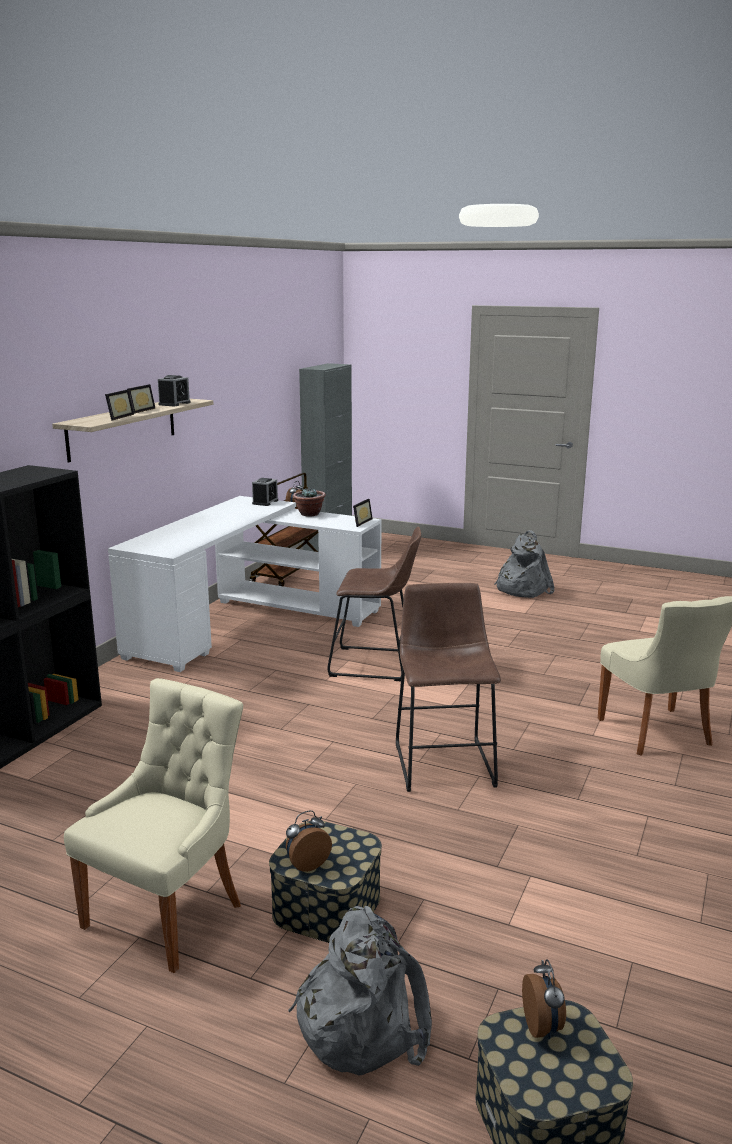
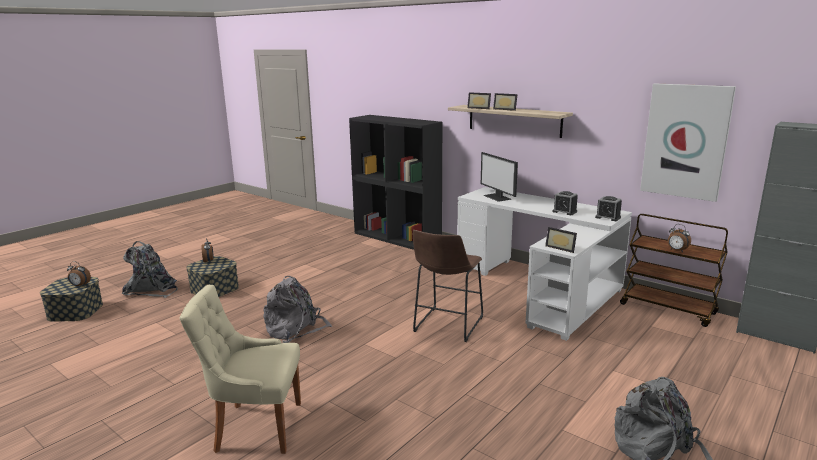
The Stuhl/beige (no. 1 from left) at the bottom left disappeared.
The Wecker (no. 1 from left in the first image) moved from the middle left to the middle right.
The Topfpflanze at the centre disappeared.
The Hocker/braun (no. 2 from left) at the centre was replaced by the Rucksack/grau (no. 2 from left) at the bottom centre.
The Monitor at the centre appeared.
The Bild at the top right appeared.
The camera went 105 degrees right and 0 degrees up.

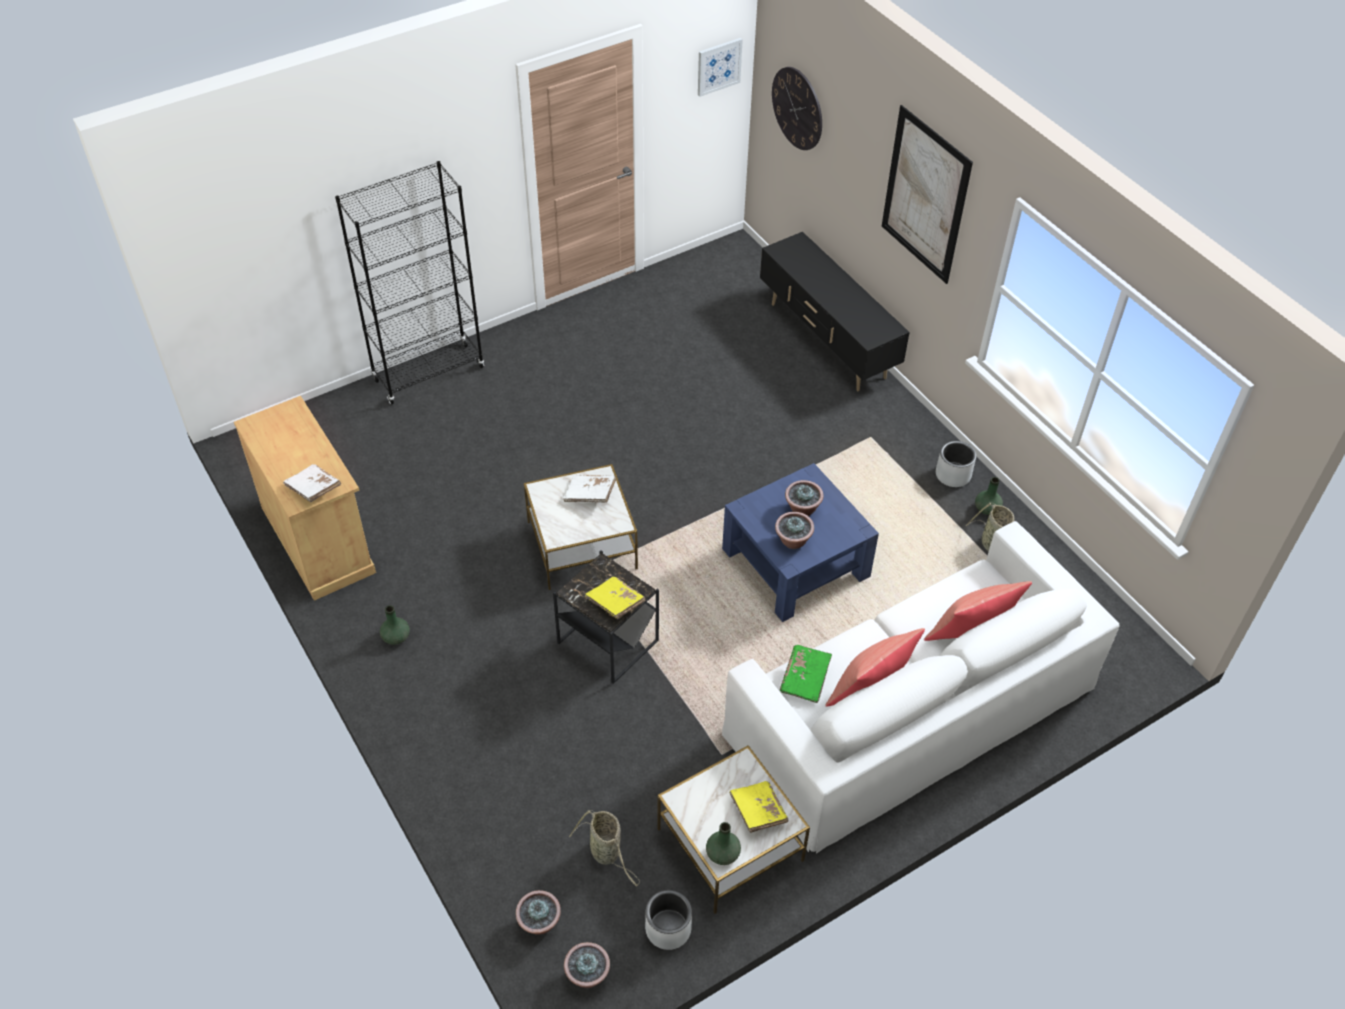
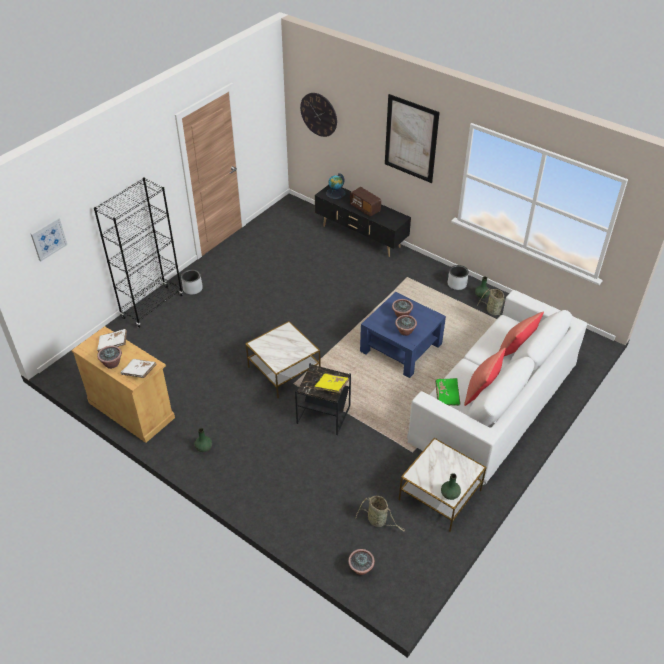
The Buch/weiß (no. 2 from left in the first image) moved from the centre to the middle left.
The Topfpflanze (no. 2 from left in the first image) moved from the bottom centre to the middle left.
The Pflanzkübel/grau (no. 1 from left) moved from the bottom centre to the middle left.
The Bild (no. 1 from left) moved from the top centre to the middle left.
The Buch/gelb (no. 2 from left) at the bottom centre disappeared.
The Globus at the top centre appeared.
The Radio at the top centre appeared.
The camera went 20 degrees left and 5 degrees down.

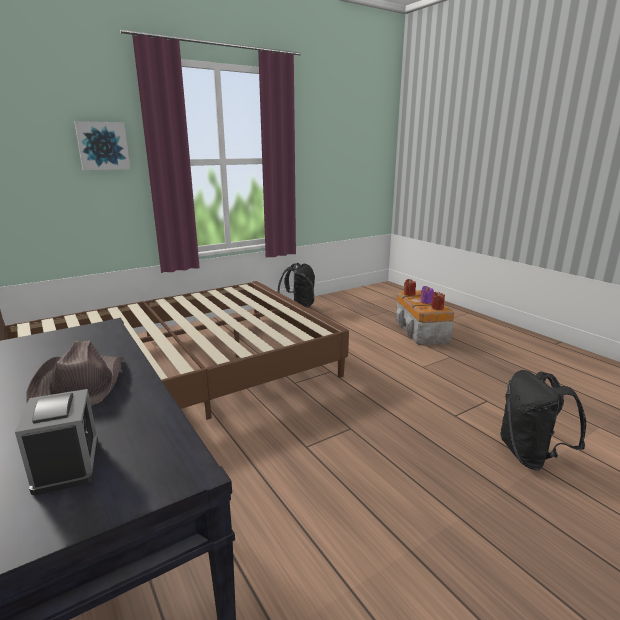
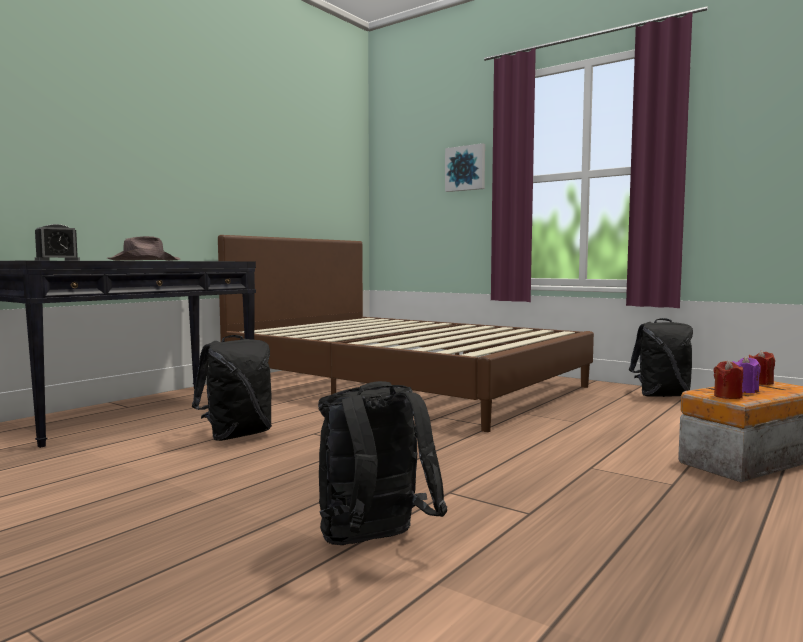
The Rucksack/schwarz (no. 1 from left) at the middle left appeared.
The camera went 70 degrees right and 15 degrees down.

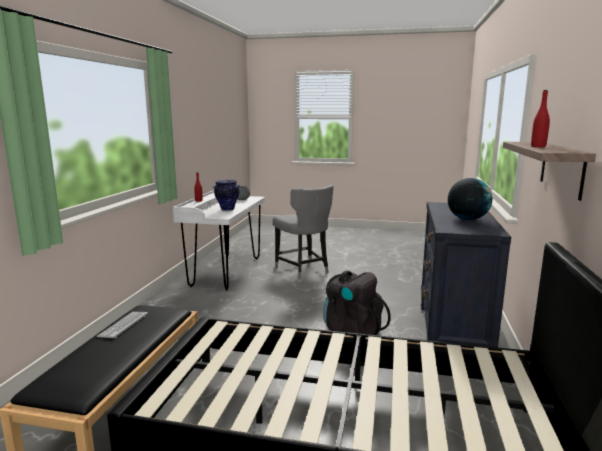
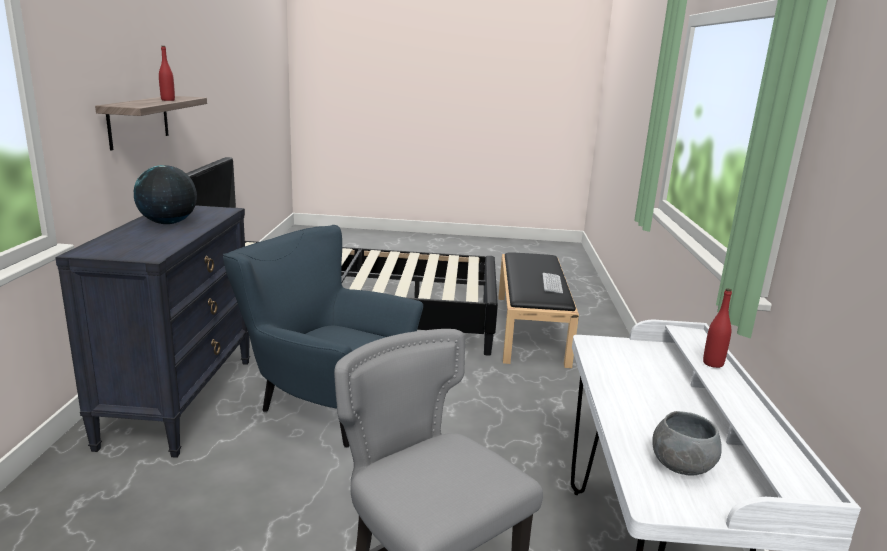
The Vase at the centre disappeared.
The Rucksack/schwarz at the bottom centre was replaced by the Sessel/blau at the centre.
The camera went 170 degrees right and 5 degrees up.

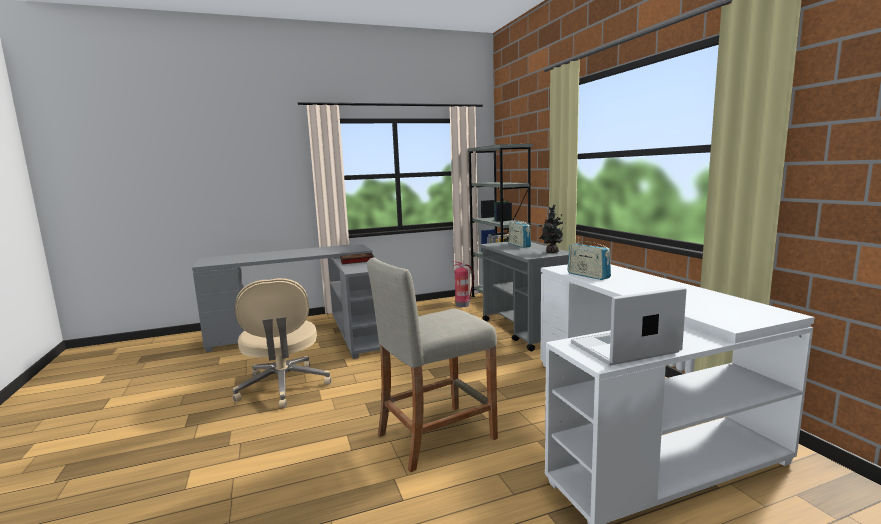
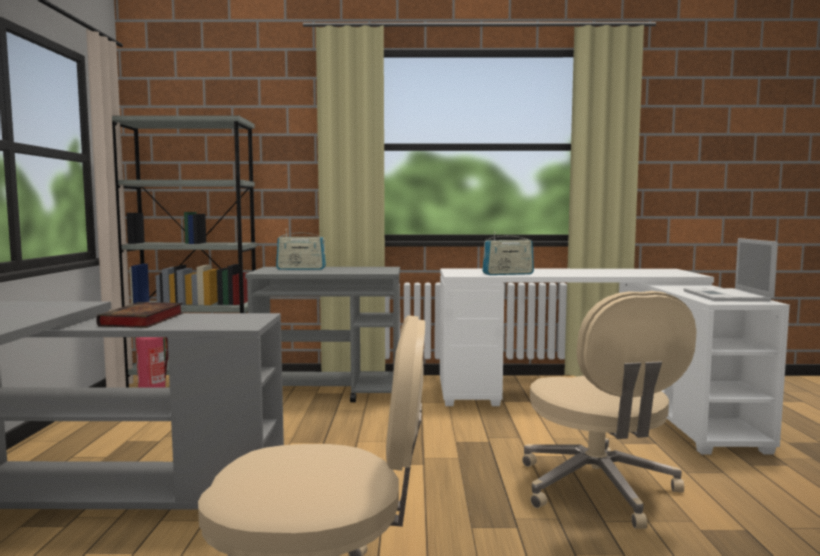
The Hocker/beige at the bottom centre was replaced by the Bürostuhl/beige (no. 2 from left) at the bottom right.
The Topfpflanze at the centre disappeared.
The camera went 70 degrees left and 5 degrees down.

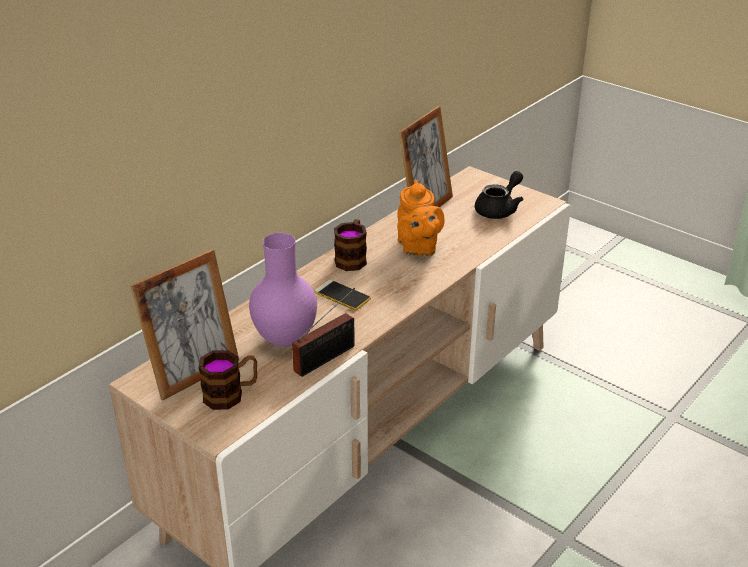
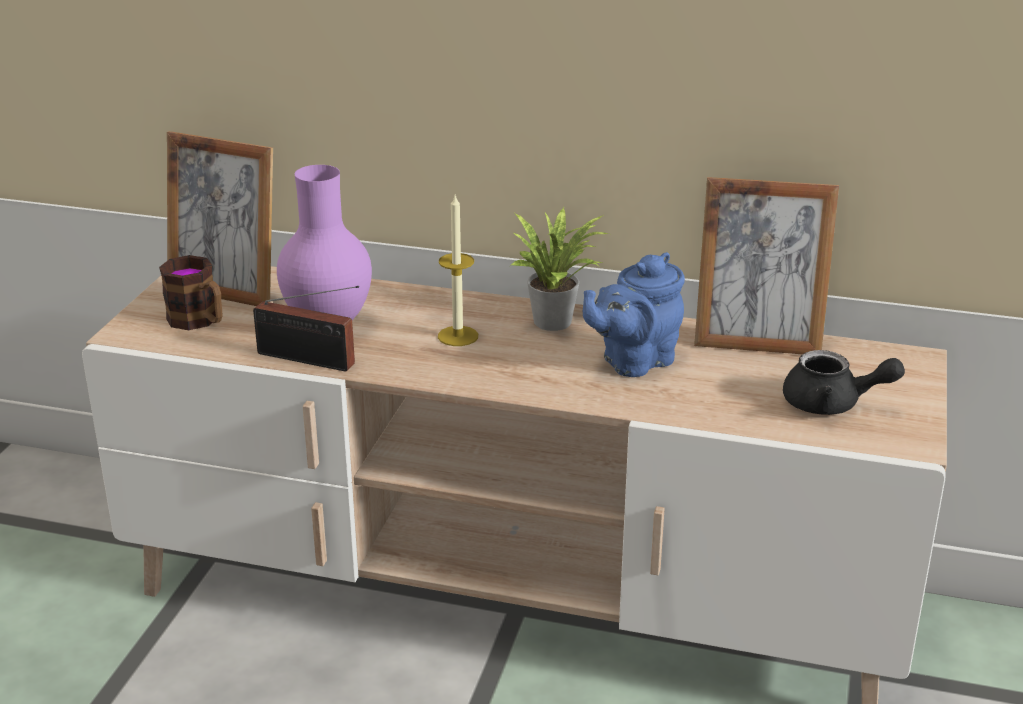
The Handy at the centre was replaced by the Kerze at the centre.
The Henkelbecher (no. 2 from left) at the centre was replaced by the Topfpflanze at the centre.
The Teekanne/orange at the centre became the Teekanne/blau at the centre.
The camera went 65 degrees right and 5 degrees down.

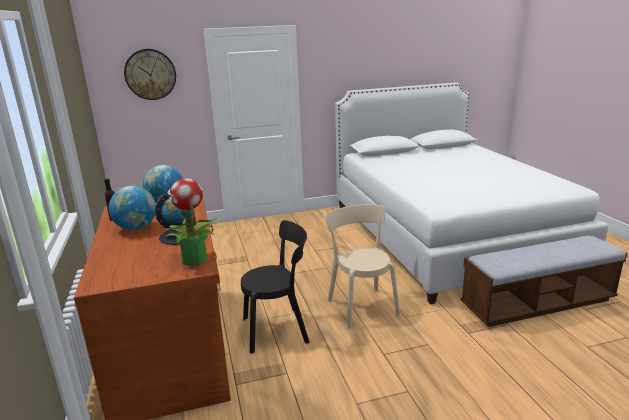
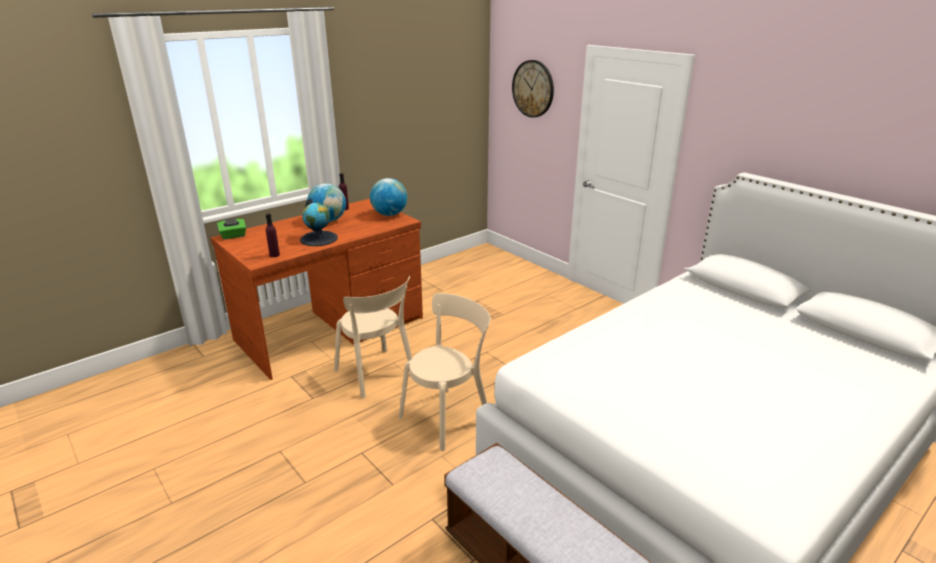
The Topfpflanze at the middle left was replaced by the Flasche/lila (no. 1 from left) at the middle left.
The Stuhl/schwarz at the bottom centre became the Stuhl/beige (no. 1 from left) at the centre.
The Taschentuchbox/grün at the middle left appeared.
The camera went 65 degrees right and 5 degrees up.

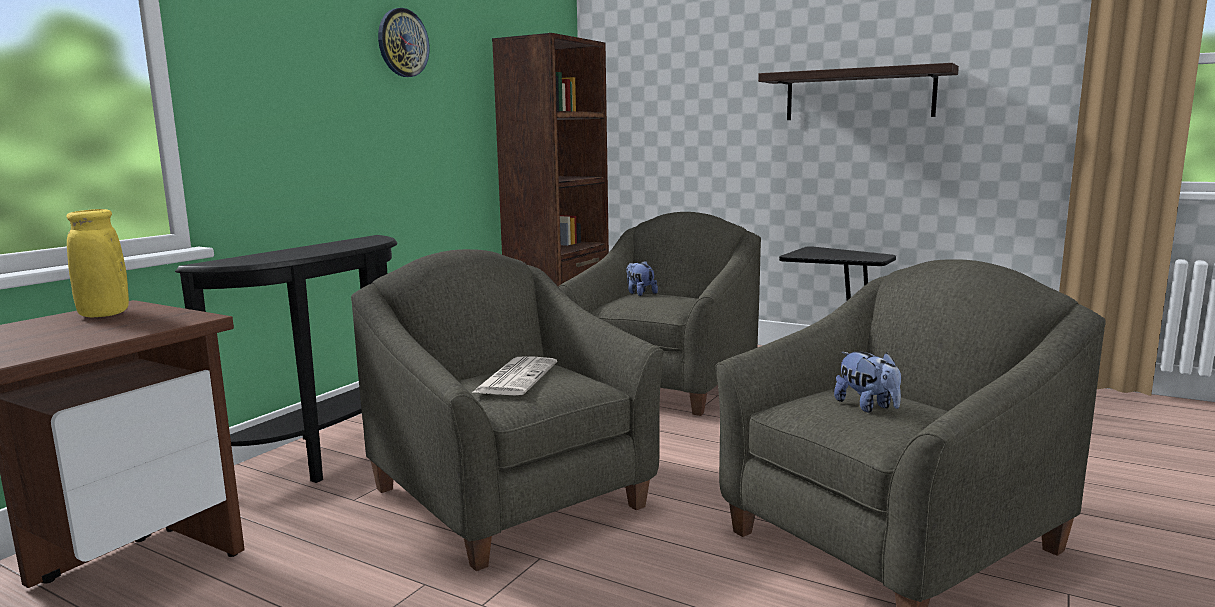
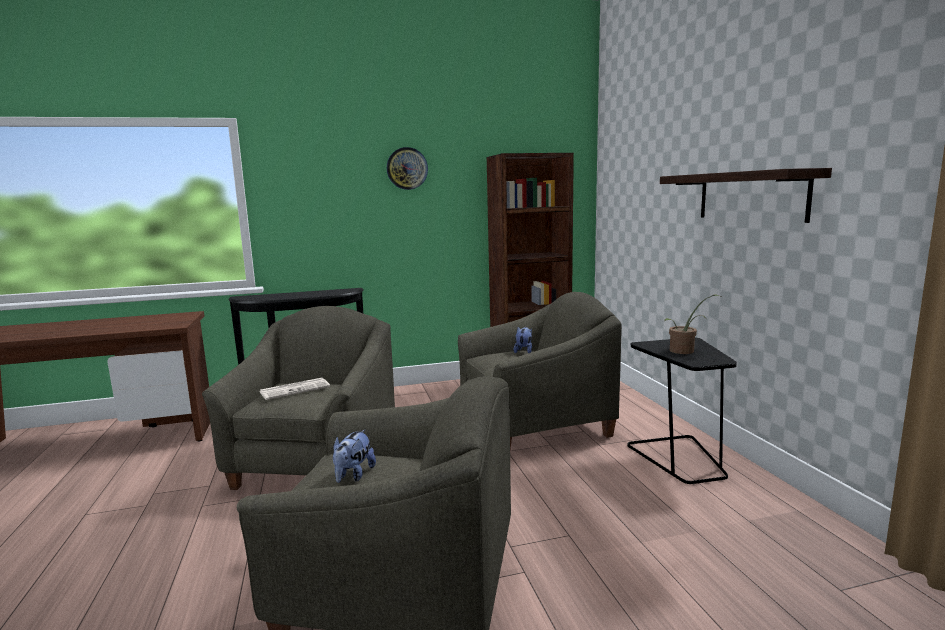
The Vase/gelb at the middle left disappeared.
The Topfpflanze at the middle right appeared.
The camera went 45 degrees right and 0 degrees up.

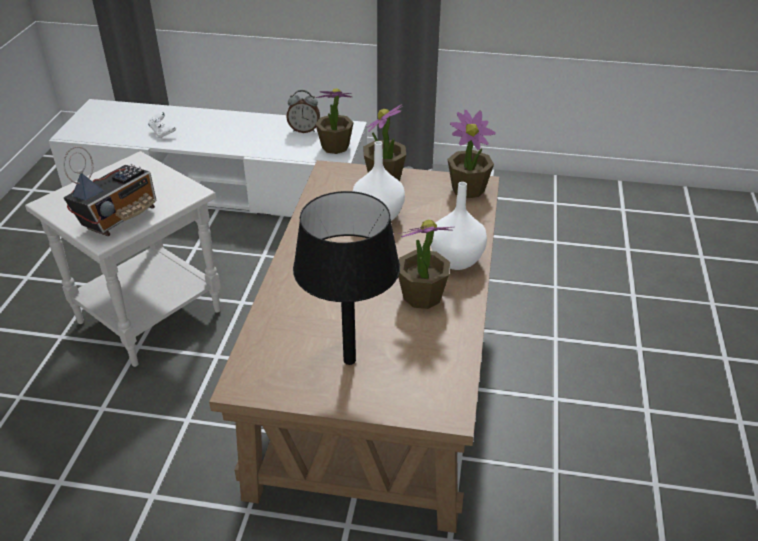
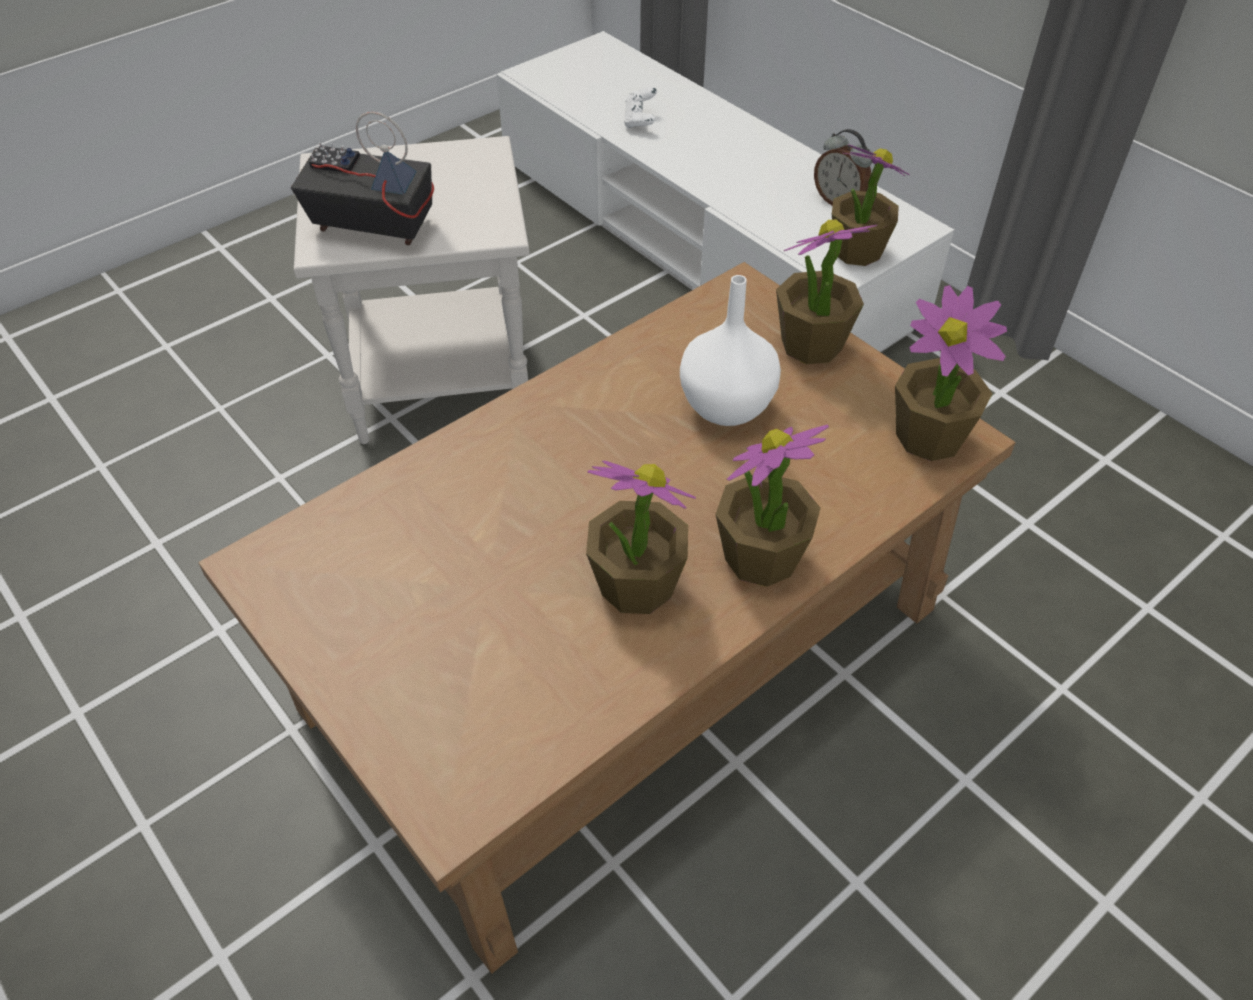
The Radio at the middle left turned 150 degrees counterclockwise.
The Tischlampe/schwarz at the centre disappeared.
The Vase/weiß (no. 2 from left) at the centre was replaced by the Topfpflanze (no. 2 from left) at the centre.
The camera went 40 degrees right and 10 degrees up.

